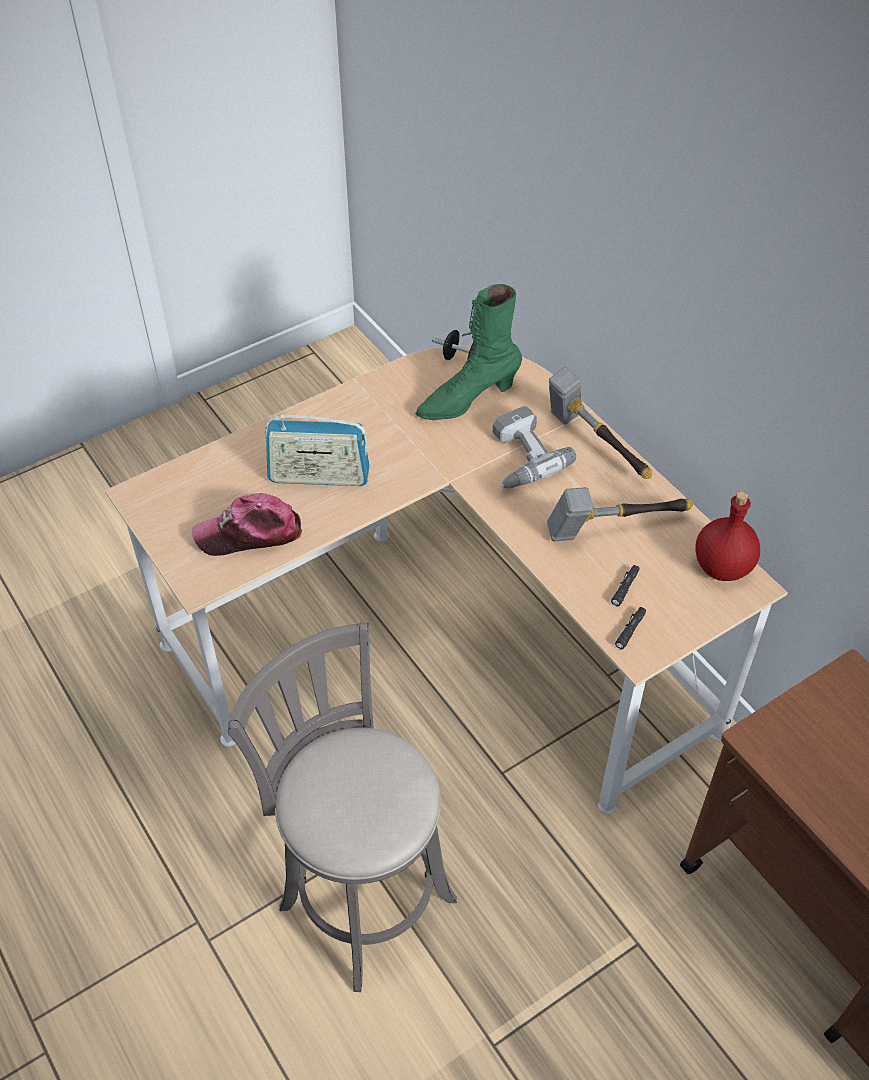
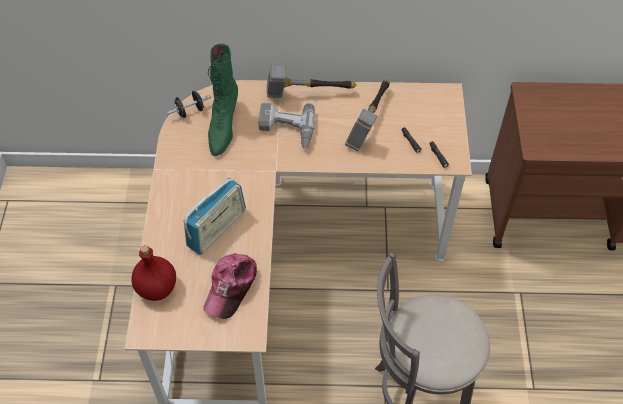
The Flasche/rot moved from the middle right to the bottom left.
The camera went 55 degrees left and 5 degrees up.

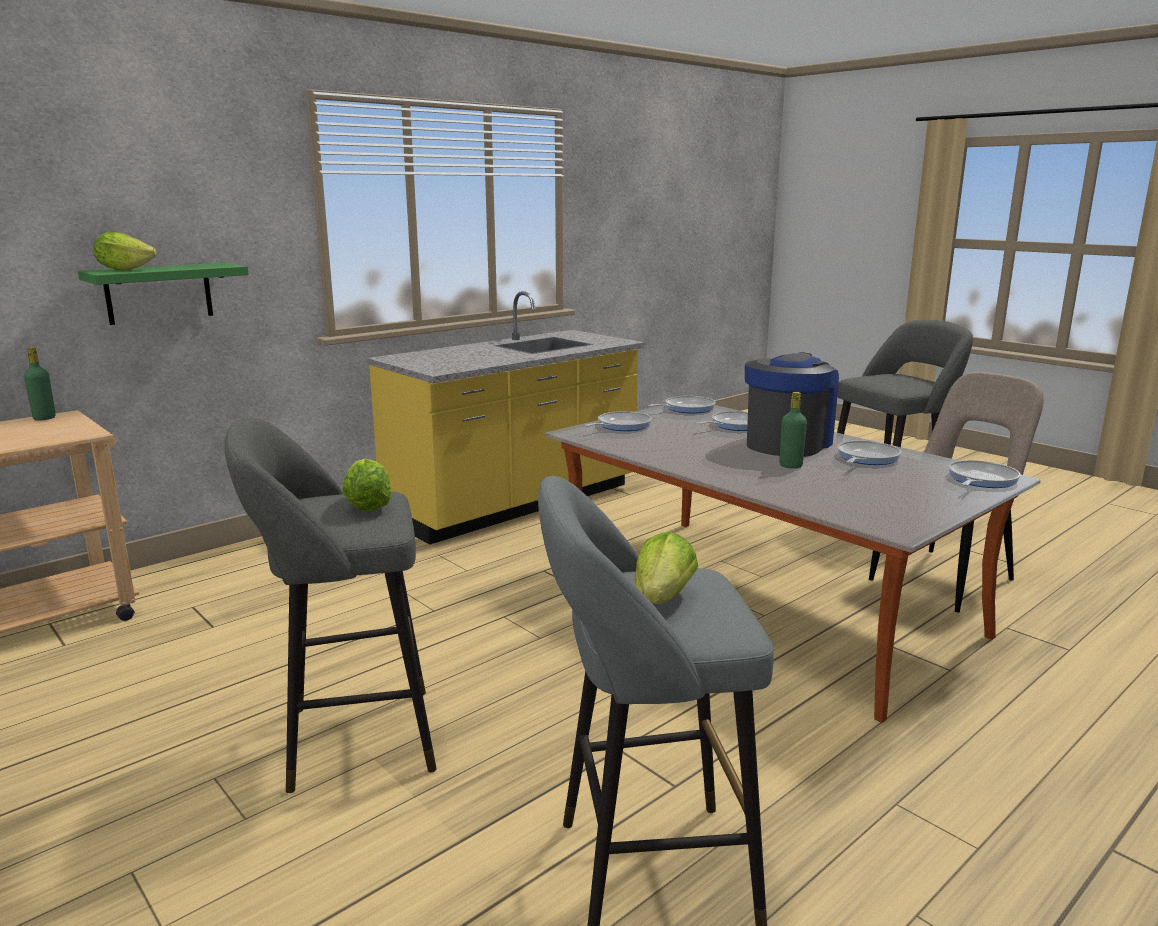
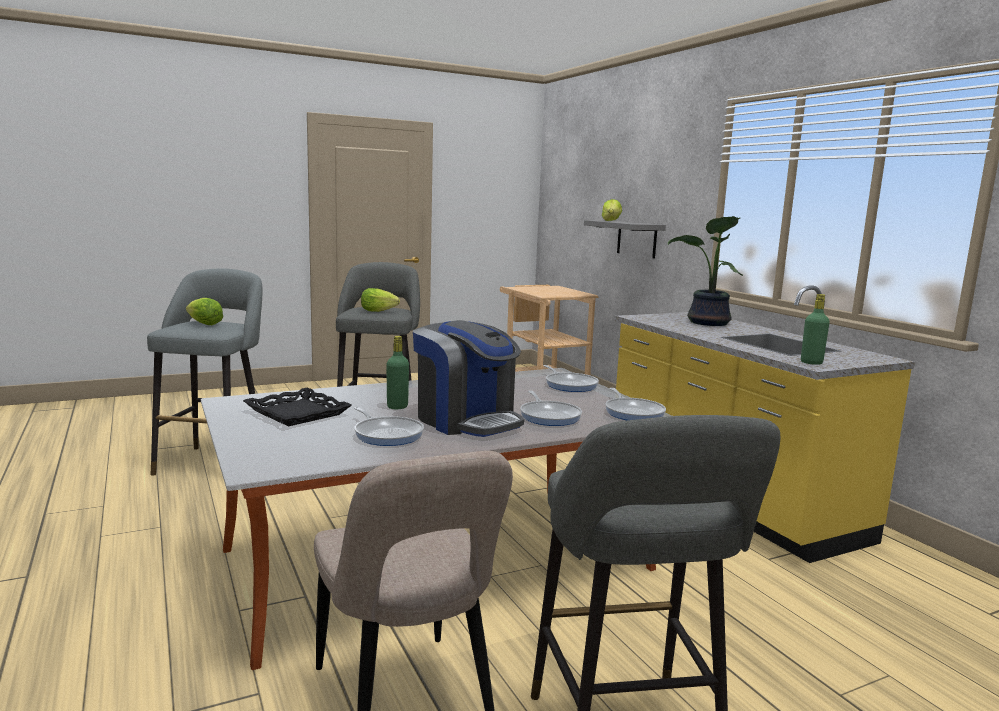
The Flasche/grün (no. 1 from left in the first image) moved from the middle left to the middle right.
The Wandregal/grün at the top left became the Wandregal/grau at the centre.
The Pfanne (no. 5 from left) at the middle right disappeared.
The Tablett/schwarz at the middle left appeared.
The Topfpflanze at the middle right appeared.
The camera went 105 degrees right and 5 degrees down.

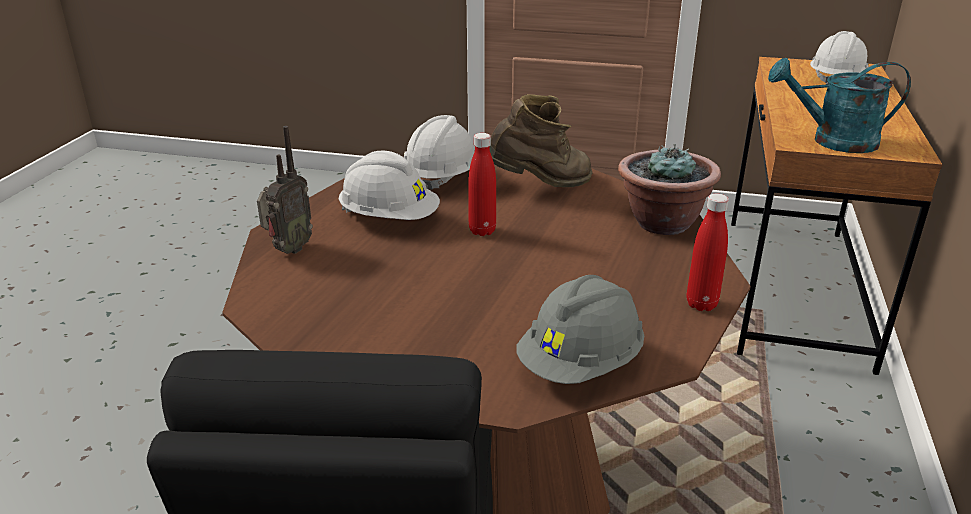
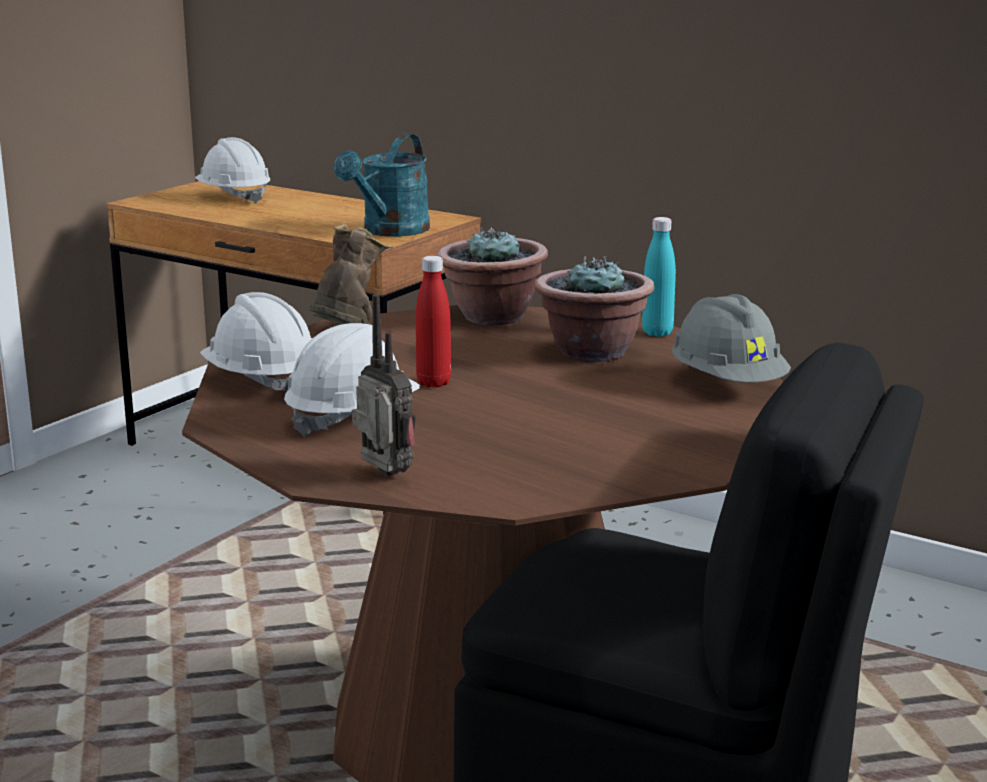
The Flasche/rot (no. 2 from left) at the middle right became the Flasche/türkis at the middle right.
The Topfpflanze (no. 2 from left) at the centre appeared.
The camera went 70 degrees left and 10 degrees down.

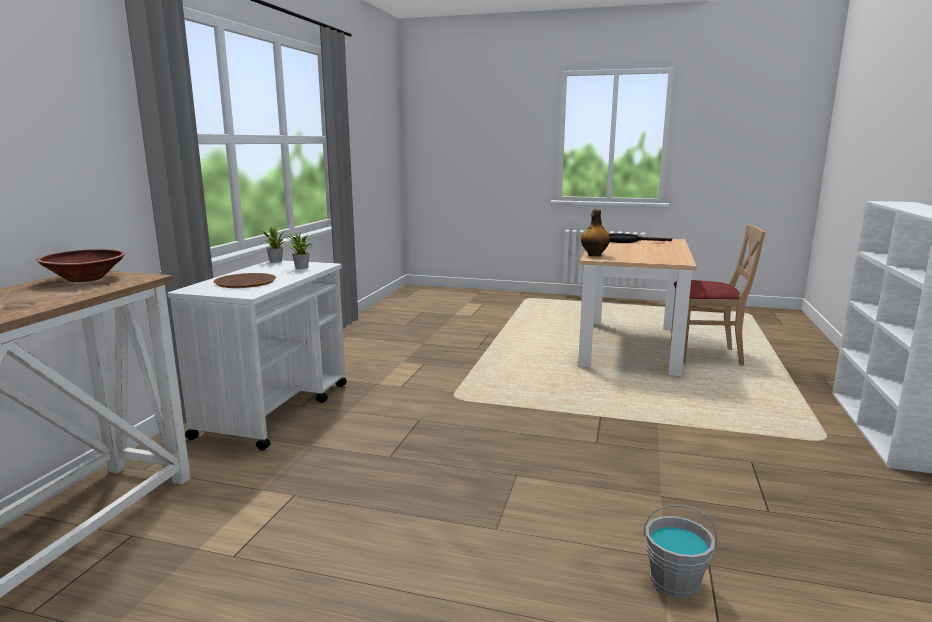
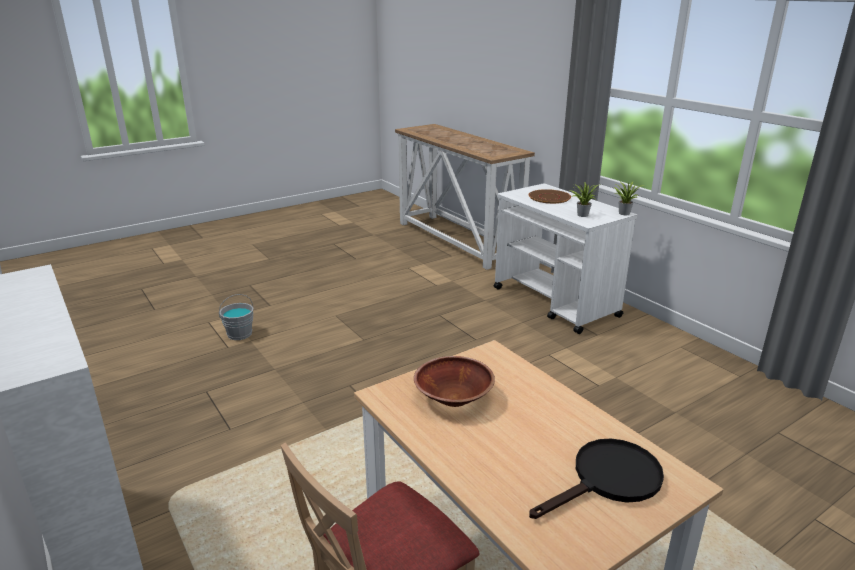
The Schüssel/braun moved from the middle left to the bottom centre.
The Flasche at the centre disappeared.
The camera went 130 degrees right and 10 degrees up.

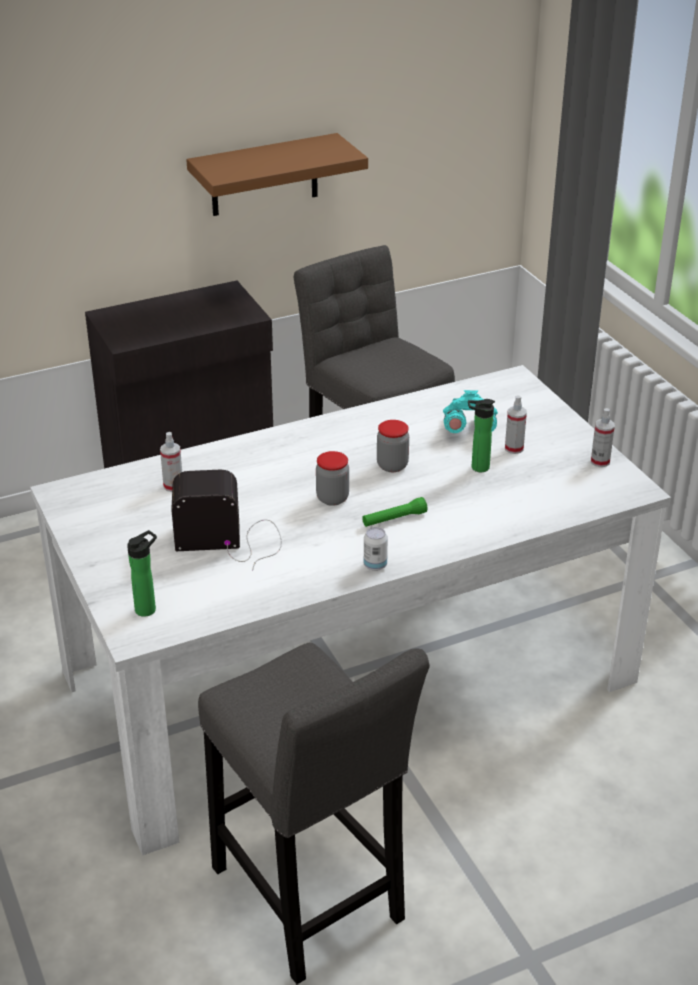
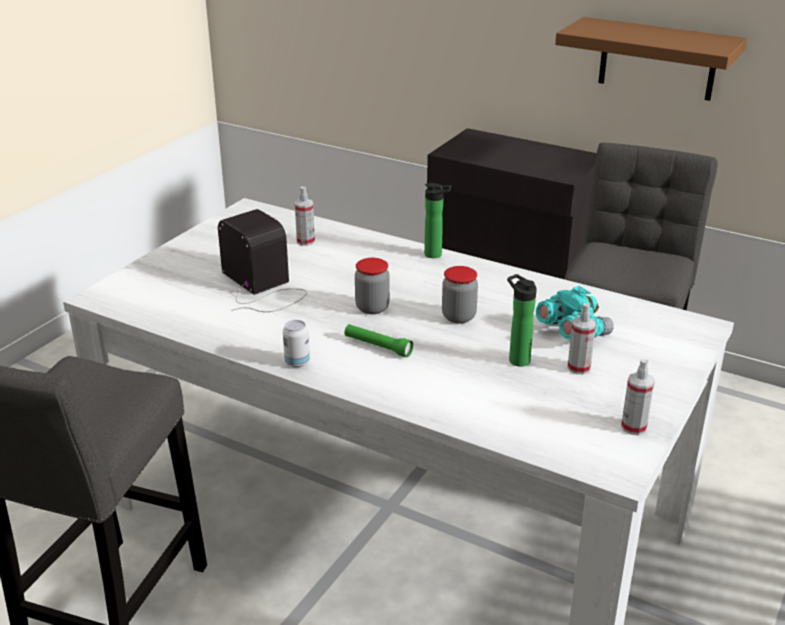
The Flasche (no. 1 from left) moved from the middle left to the centre.
The camera went 55 degrees right and 5 degrees down.

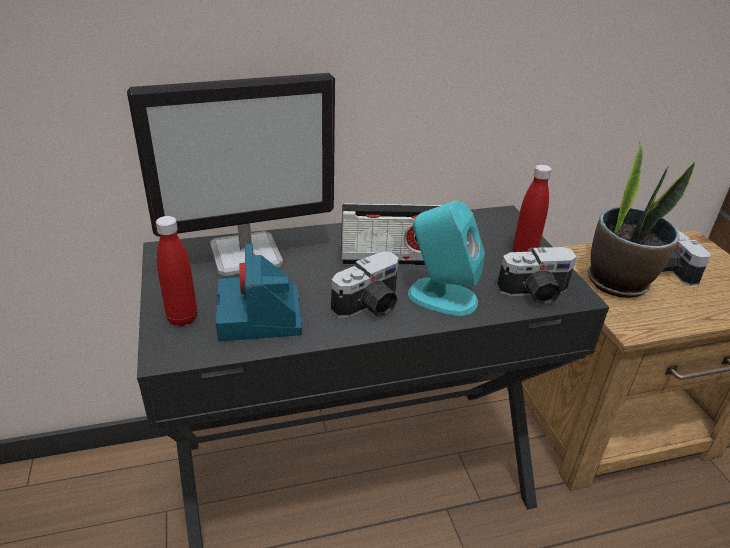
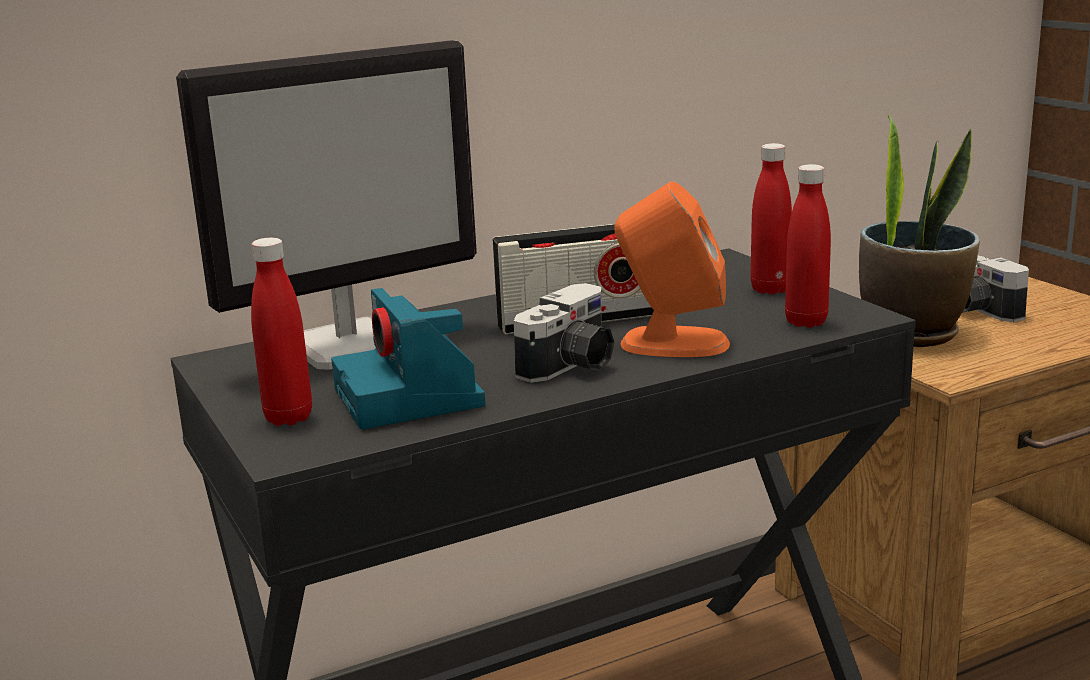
The Lautsprecher/türkis at the centre became the Lautsprecher/orange at the centre.
The Kamera (no. 3 from left) at the middle right was replaced by the Flasche/rot (no. 3 from left) at the middle right.
The camera went 10 degrees left and 15 degrees down.

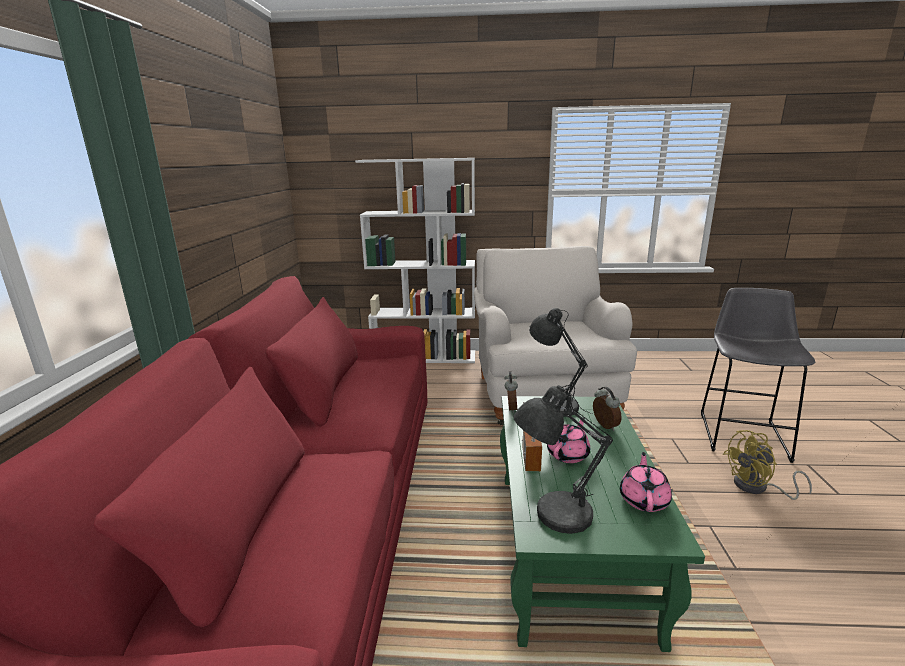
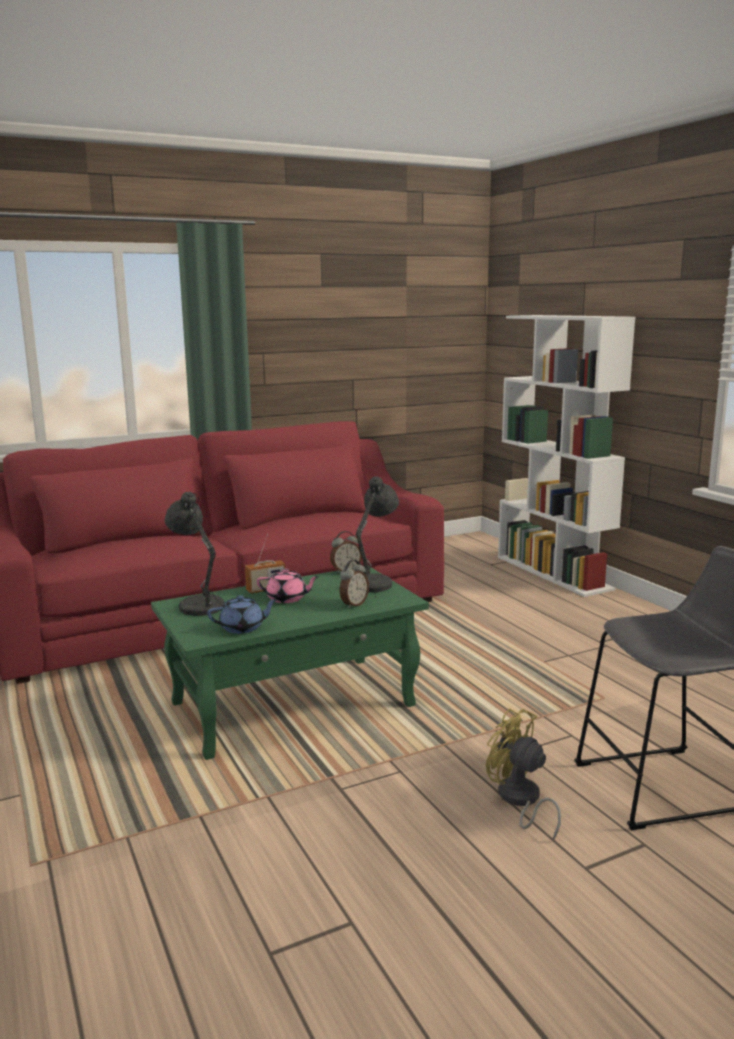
The Sessel/weiß at the centre disappeared.
The Teekanne/rosa (no. 2 from left) at the bottom right became the Teekanne/blau at the middle left.
The camera went 60 degrees right and 5 degrees down.

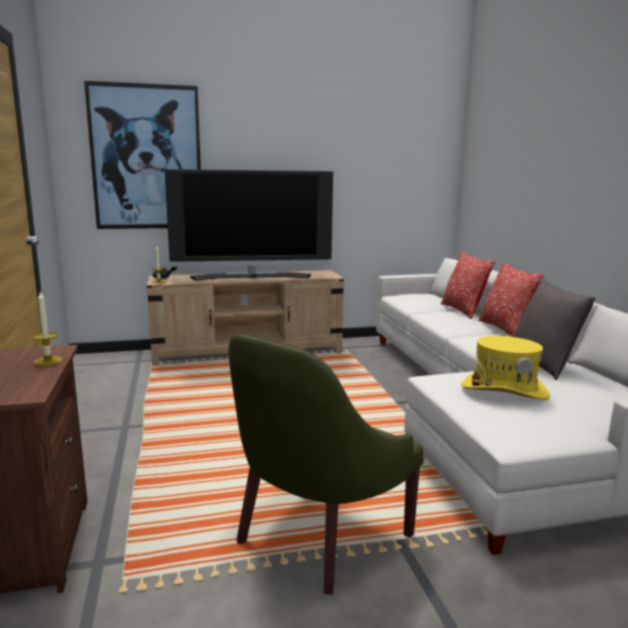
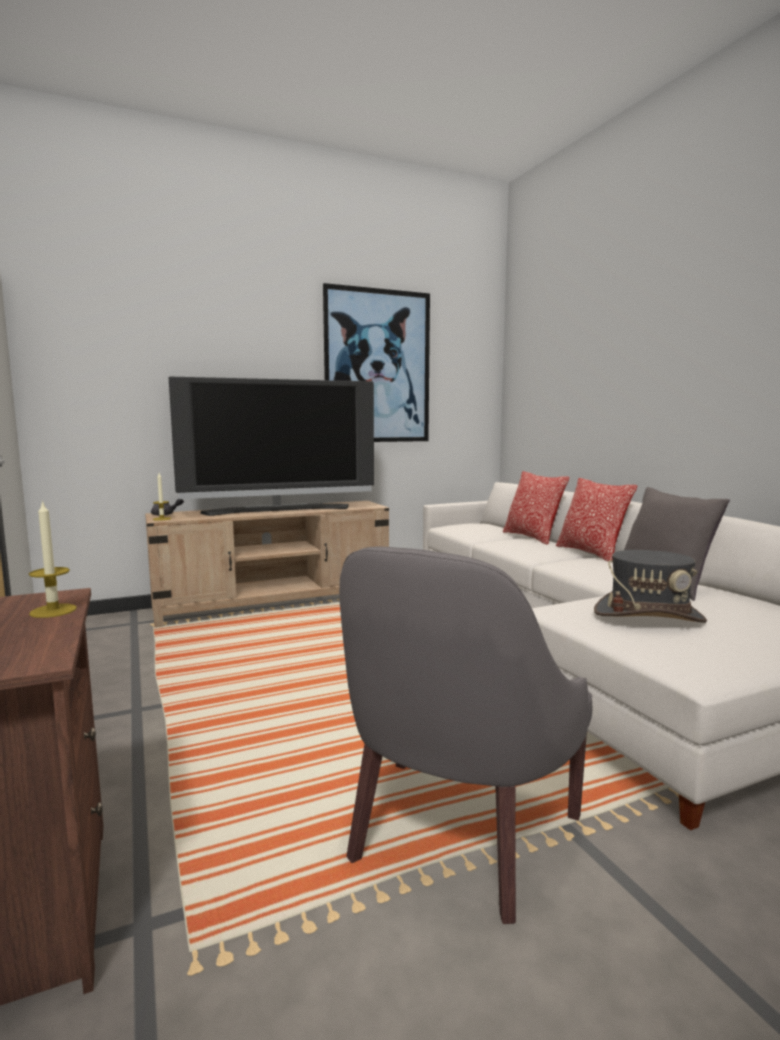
The Bild moved from the top left to the centre.
The Sessel/grün at the bottom centre became the Sessel/grau at the bottom centre.
The Hut/gelb at the middle right became the Hut/grau at the middle right.
The camera went 10 degrees left and 5 degrees down.

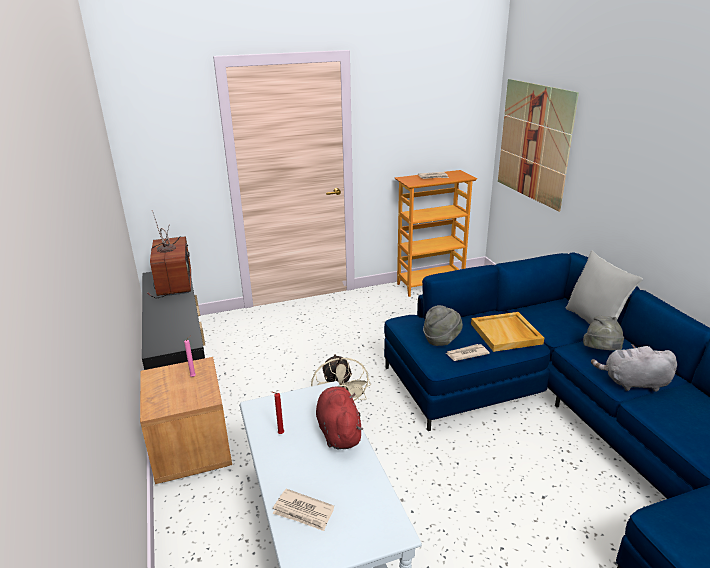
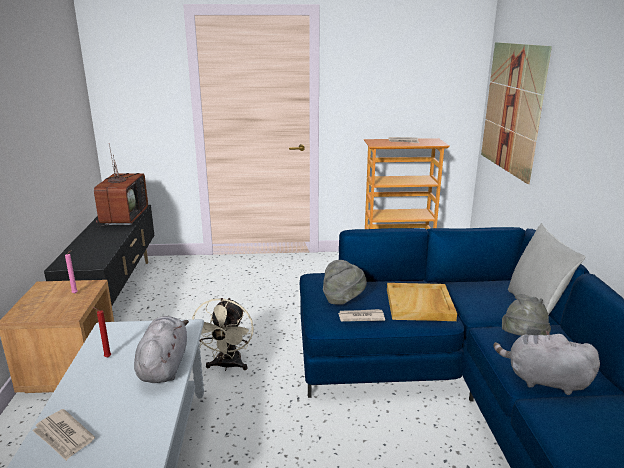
The Plüschtier/rot at the bottom centre became the Plüschtier/grau (no. 1 from left) at the bottom left.
The camera went 15 degrees right and 5 degrees down.

